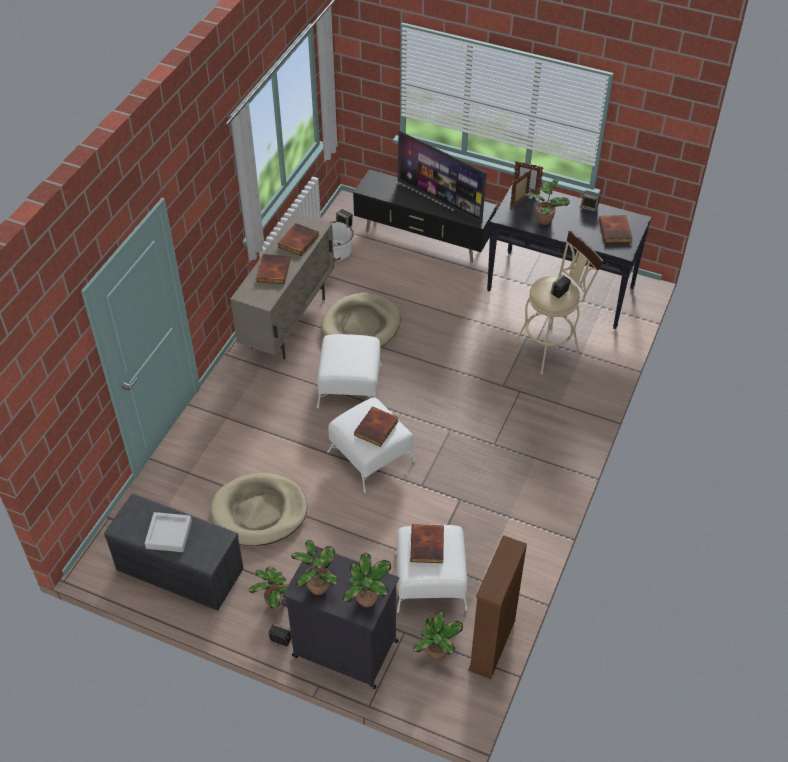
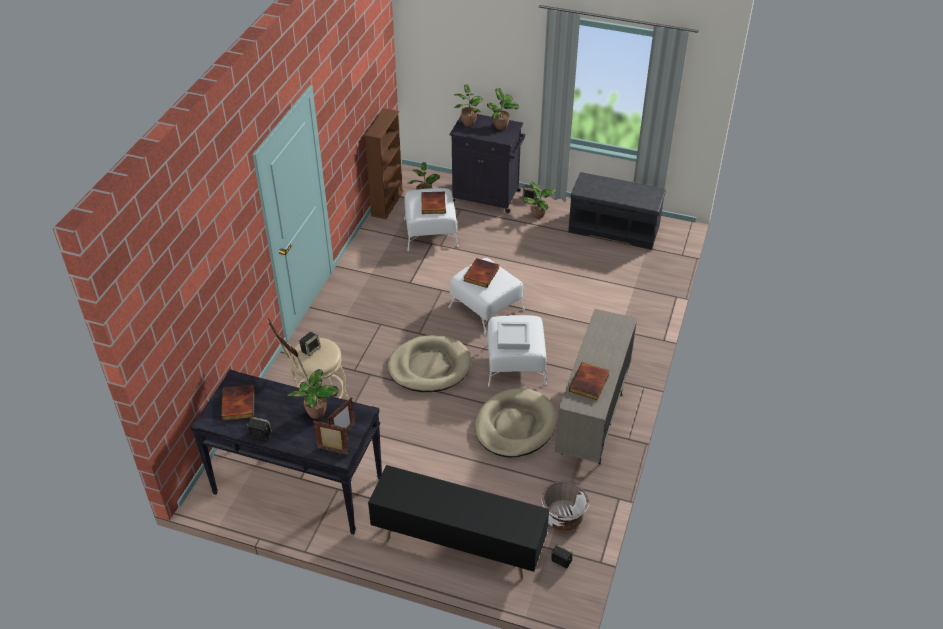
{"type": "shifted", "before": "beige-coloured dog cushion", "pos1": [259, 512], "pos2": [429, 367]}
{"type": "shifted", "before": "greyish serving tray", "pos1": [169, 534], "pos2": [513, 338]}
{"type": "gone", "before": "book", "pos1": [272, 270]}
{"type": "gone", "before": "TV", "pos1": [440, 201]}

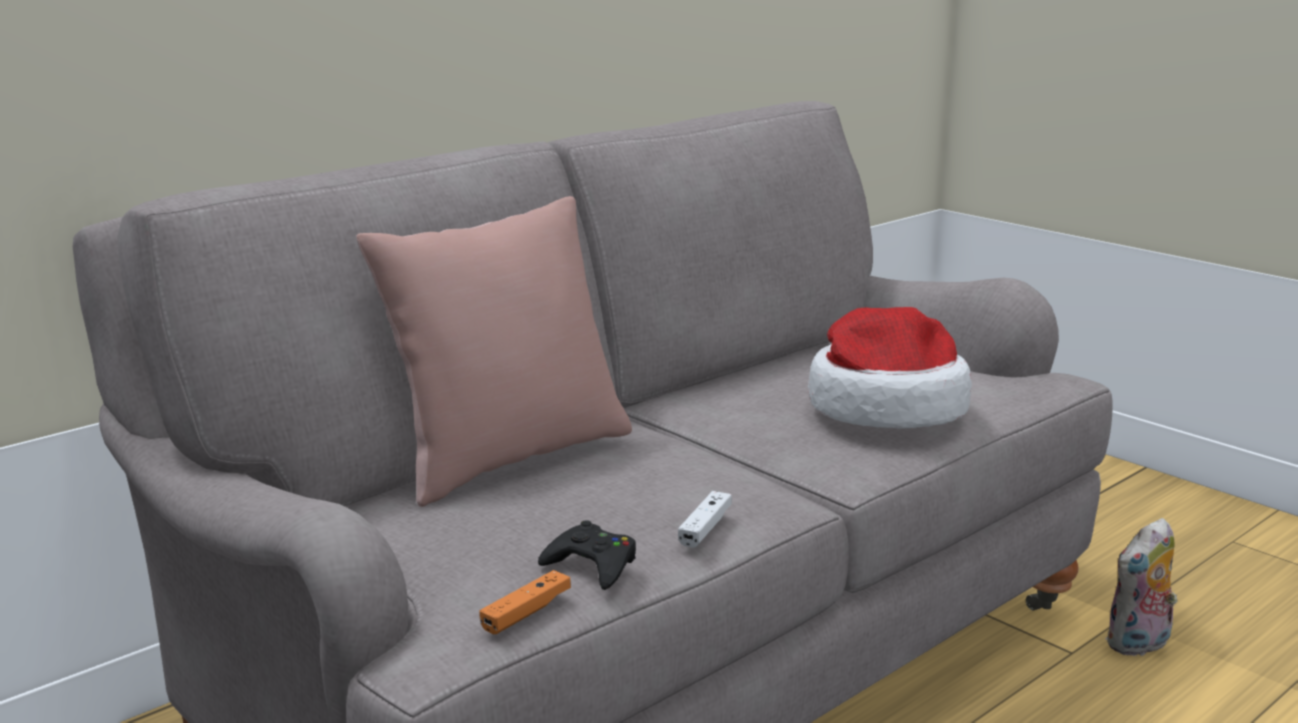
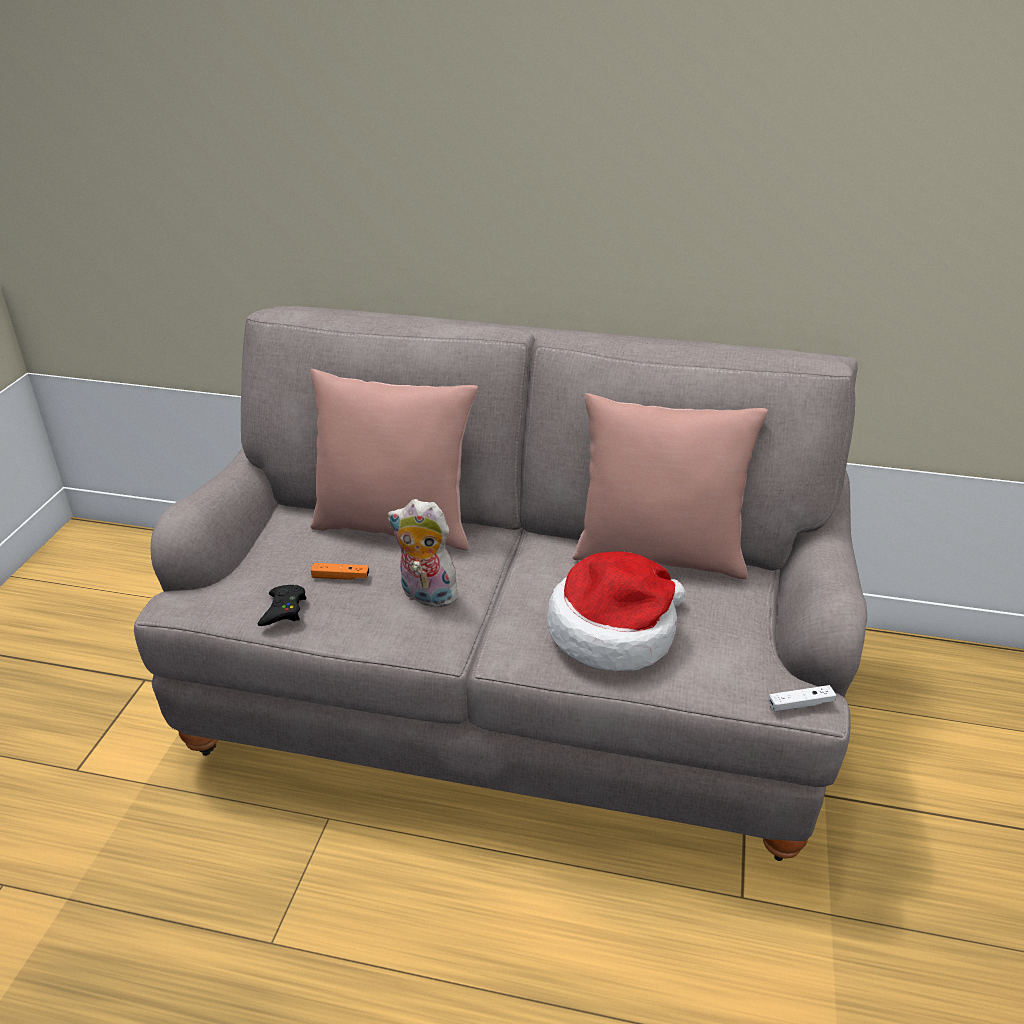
{"type": "shifted", "before": "orangey joypad", "pos1": [526, 612], "pos2": [340, 577]}
{"type": "shifted", "before": "cuddly toy", "pos1": [1139, 645], "pos2": [425, 596]}
{"type": "new", "after": "pinkish pillow", "pos2": [659, 555]}
{"type": "shifted", "before": "white-coloured joypad", "pos1": [705, 528], "pos2": [800, 704]}

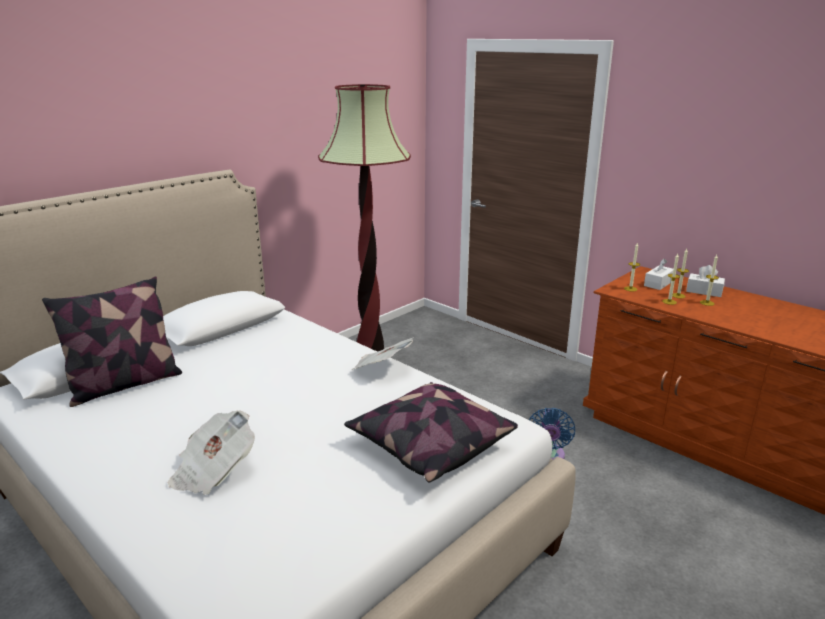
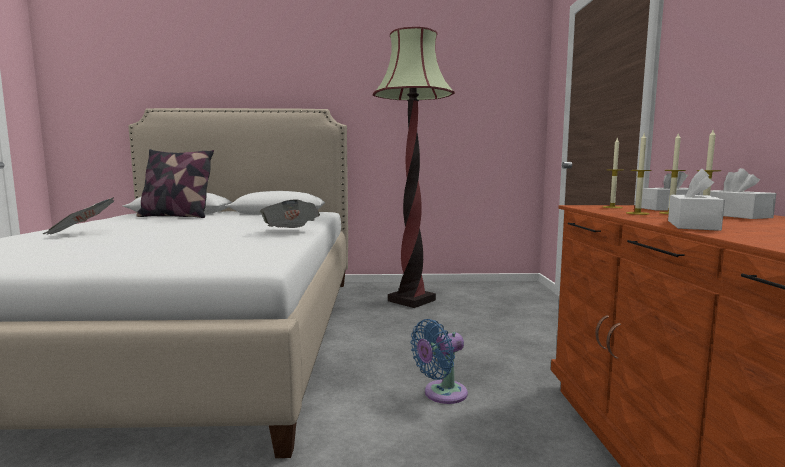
{"type": "new", "after": "white-coloured tissue holder", "pos2": [692, 225]}
{"type": "gone", "before": "pillow", "pos1": [429, 446]}

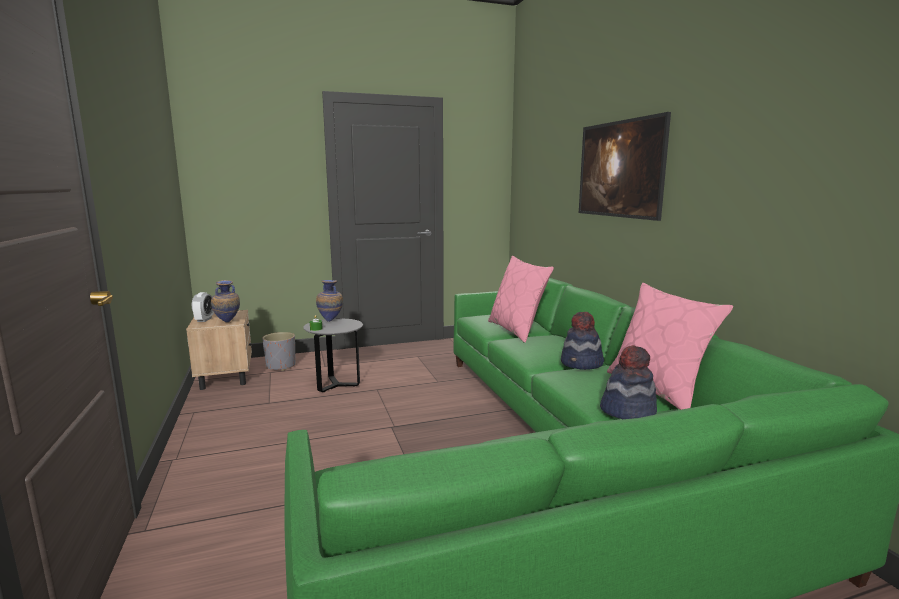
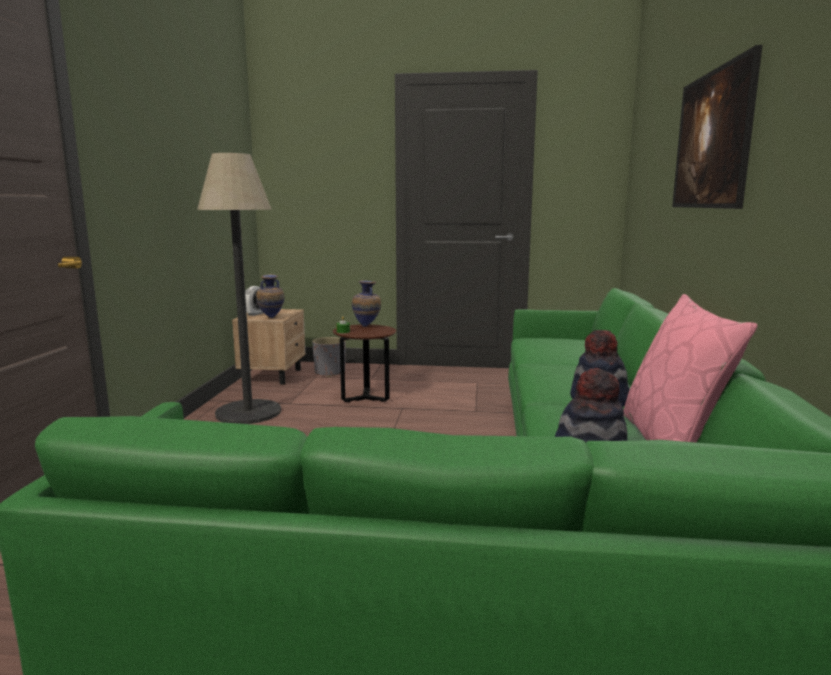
{"type": "new", "after": "standing lamp", "pos2": [248, 412]}
{"type": "repainted", "before": "greyish side table", "after": "brown side table", "pos1": [336, 385], "pos2": [366, 398]}
{"type": "gone", "before": "pinkish pillow", "pos1": [517, 330]}

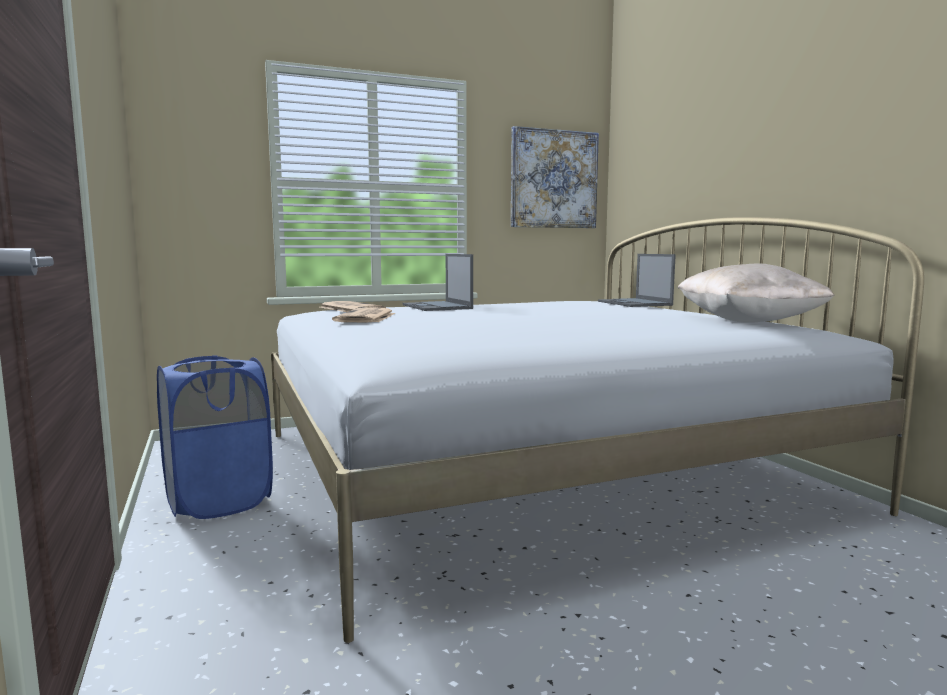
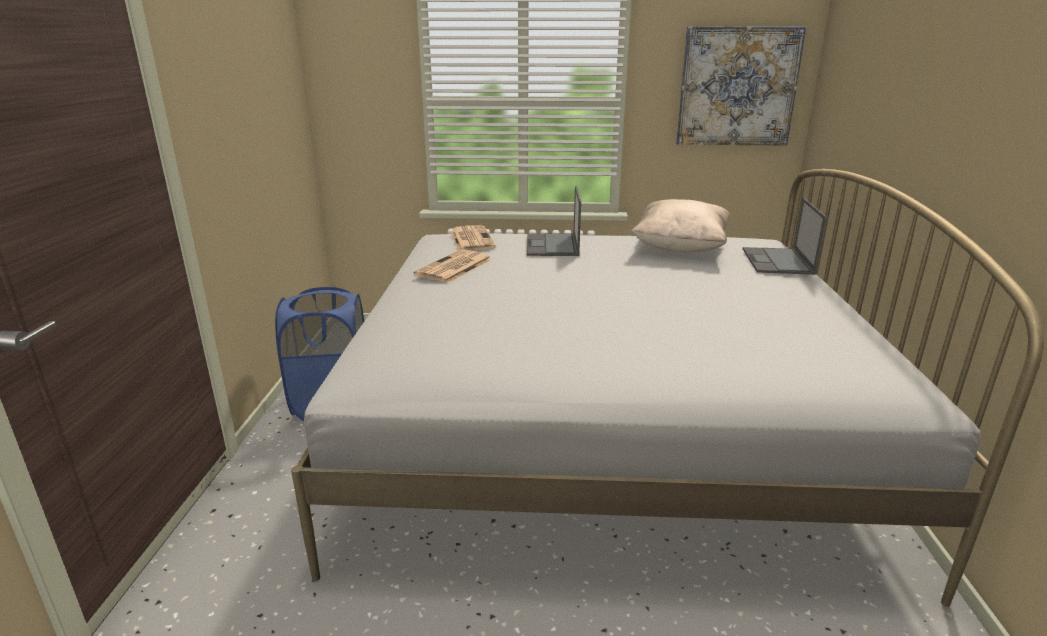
{"type": "shifted", "before": "beige-coloured pillow", "pos1": [748, 321], "pos2": [680, 248]}

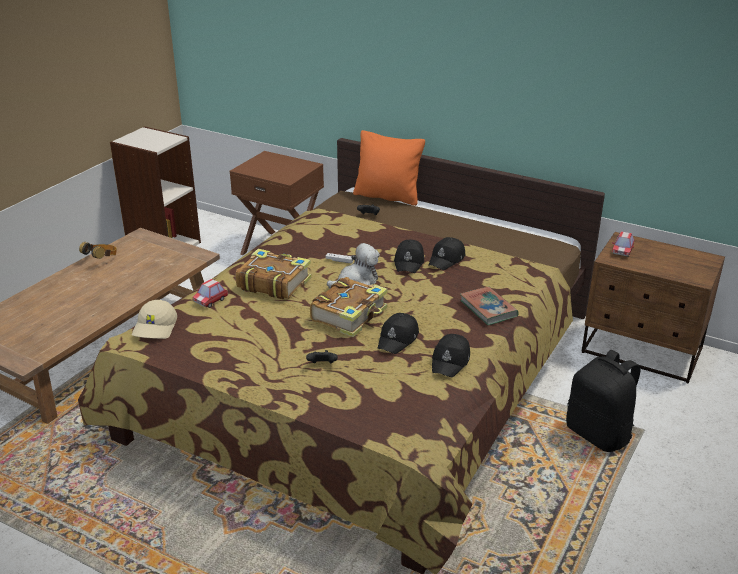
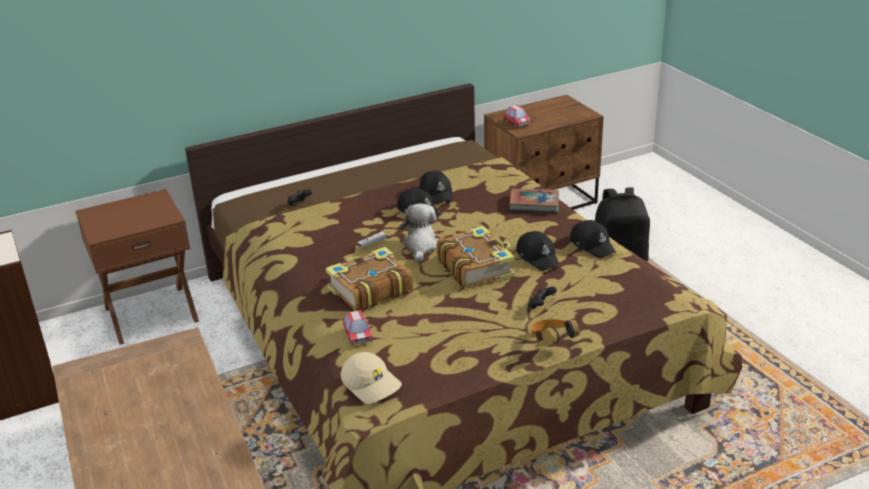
{"type": "shifted", "before": "pair of headphones", "pos1": [101, 259], "pos2": [552, 342]}
{"type": "gone", "before": "orangey pillow", "pos1": [388, 196]}

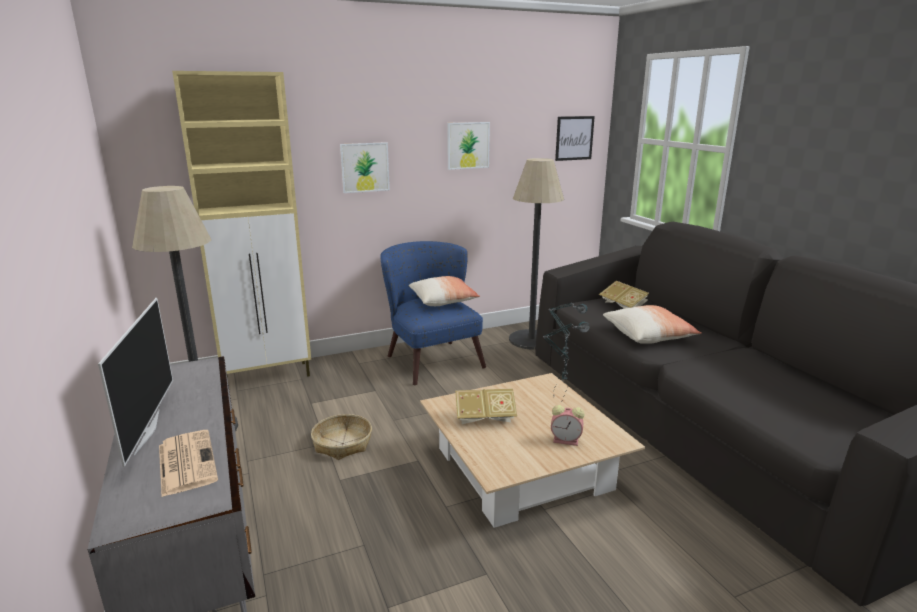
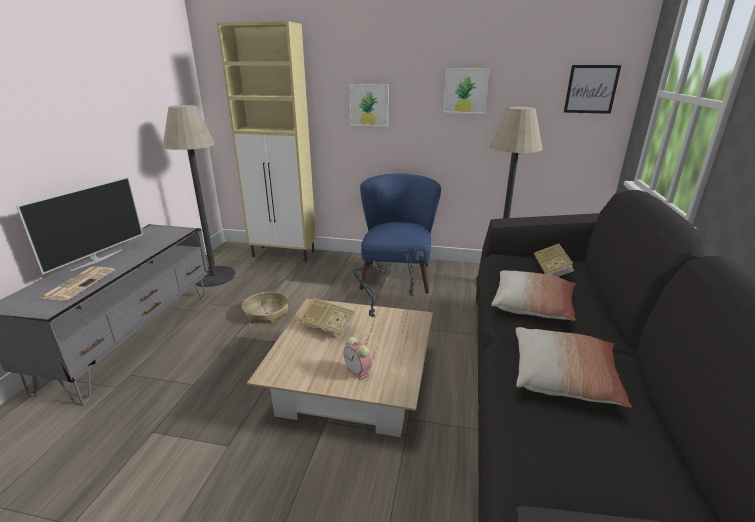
{"type": "shifted", "before": "pillow", "pos1": [443, 301], "pos2": [563, 378]}

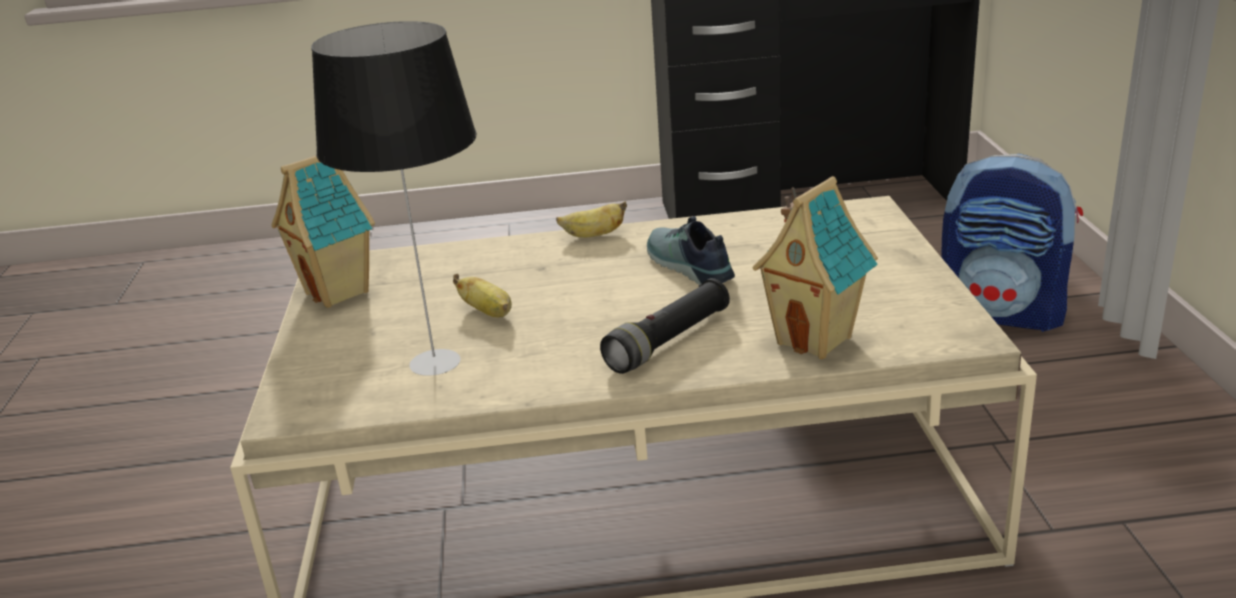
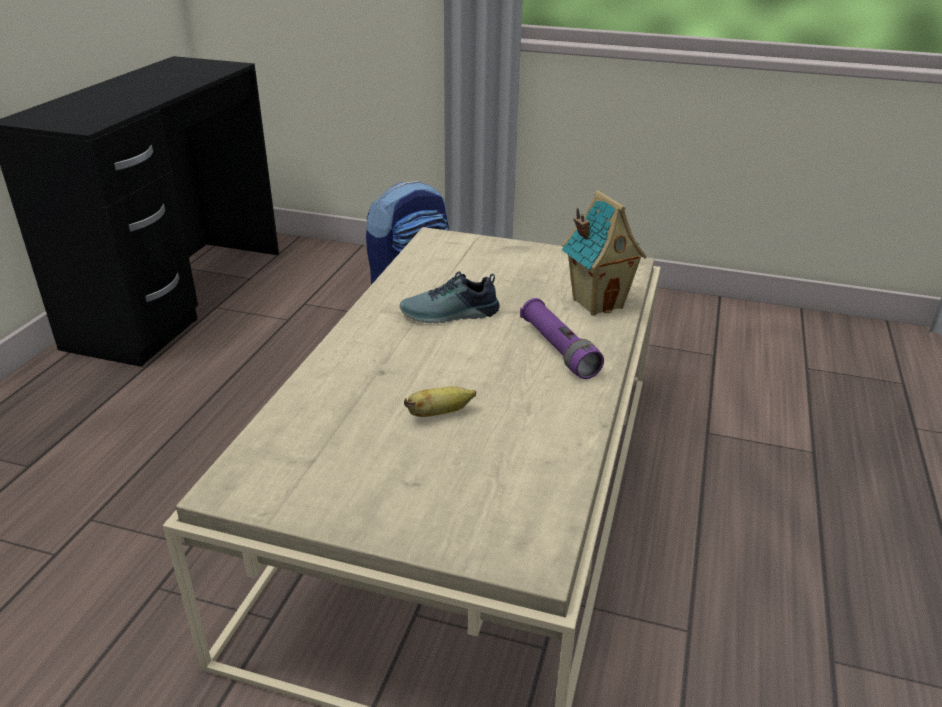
{"type": "repainted", "before": "blackish torch", "after": "purplish torch", "pos1": [668, 342], "pos2": [558, 349]}
{"type": "gone", "before": "miniature house", "pos1": [339, 292]}
{"type": "gone", "before": "table lamp", "pos1": [434, 361]}
{"type": "gone", "before": "whole banana", "pos1": [593, 235]}

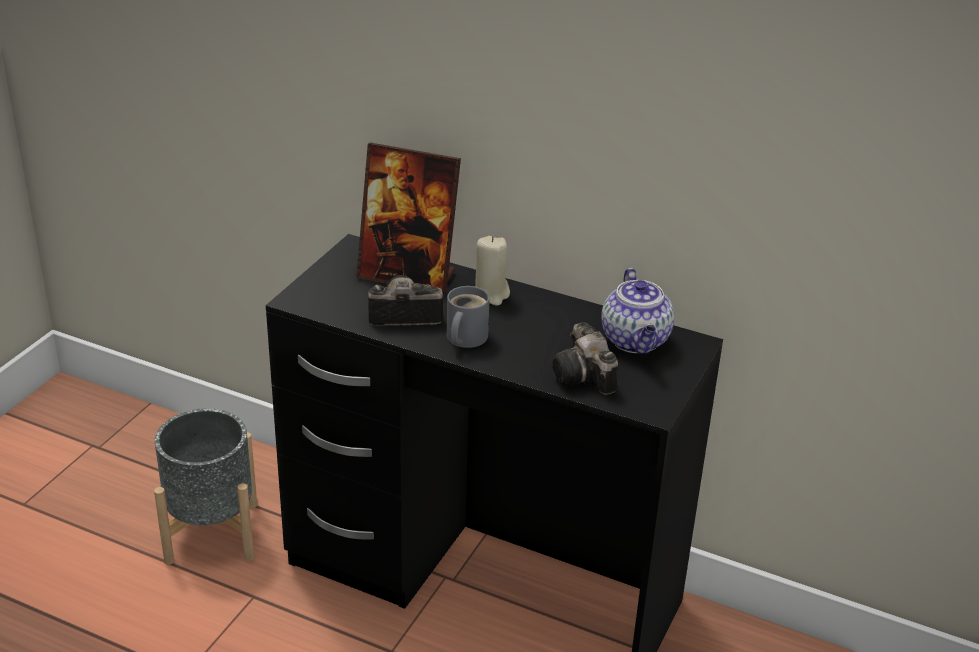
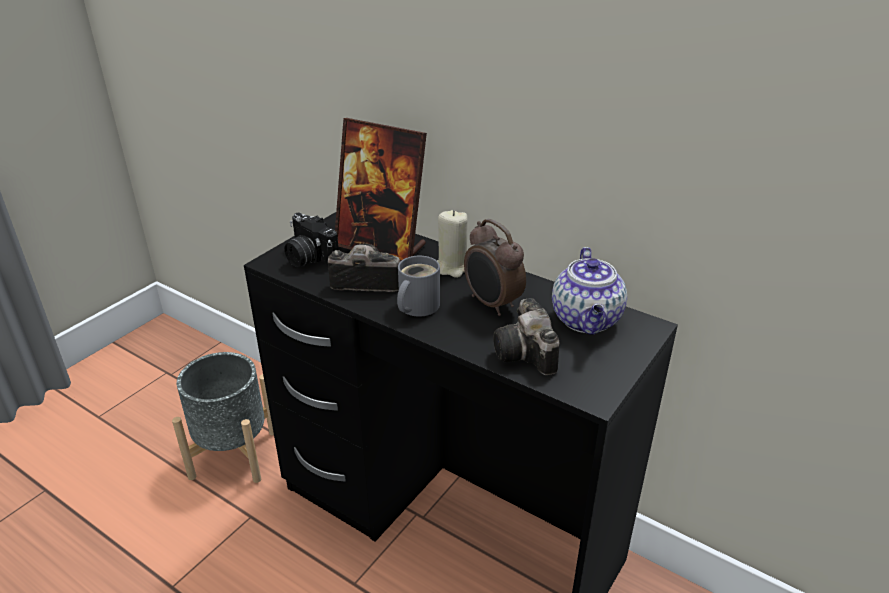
{"type": "new", "after": "photo camera", "pos2": [308, 258]}
{"type": "new", "after": "table clock", "pos2": [492, 304]}

